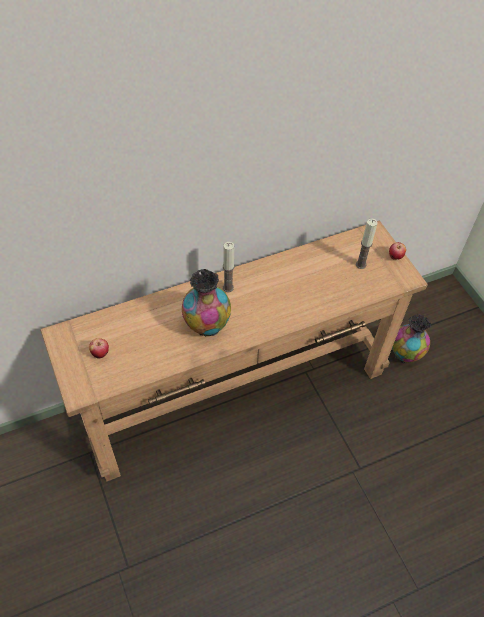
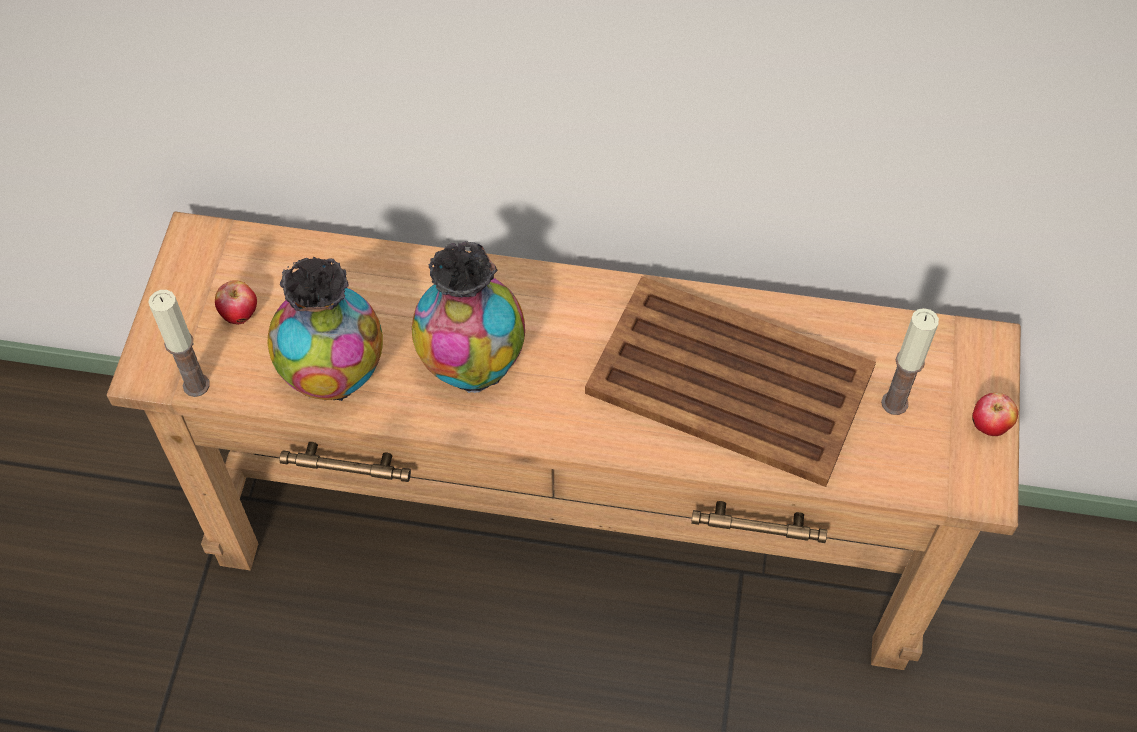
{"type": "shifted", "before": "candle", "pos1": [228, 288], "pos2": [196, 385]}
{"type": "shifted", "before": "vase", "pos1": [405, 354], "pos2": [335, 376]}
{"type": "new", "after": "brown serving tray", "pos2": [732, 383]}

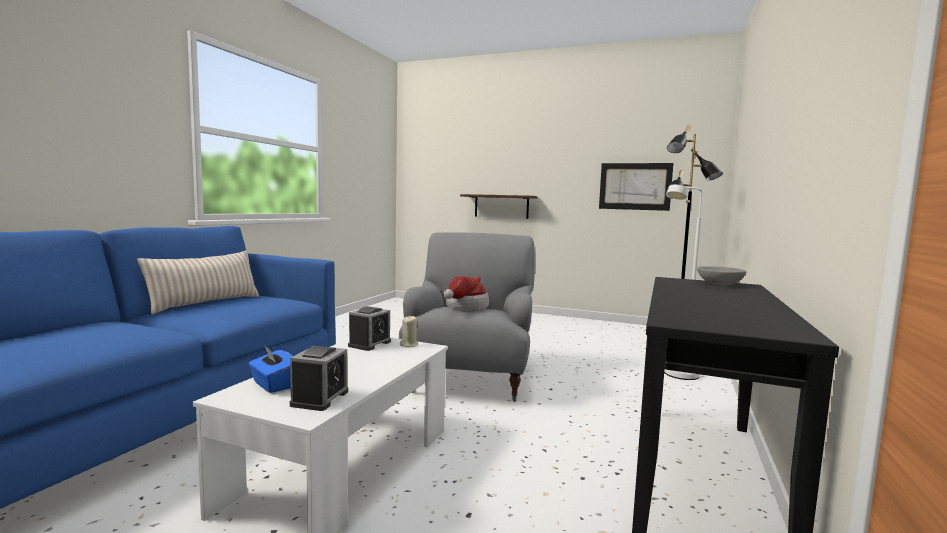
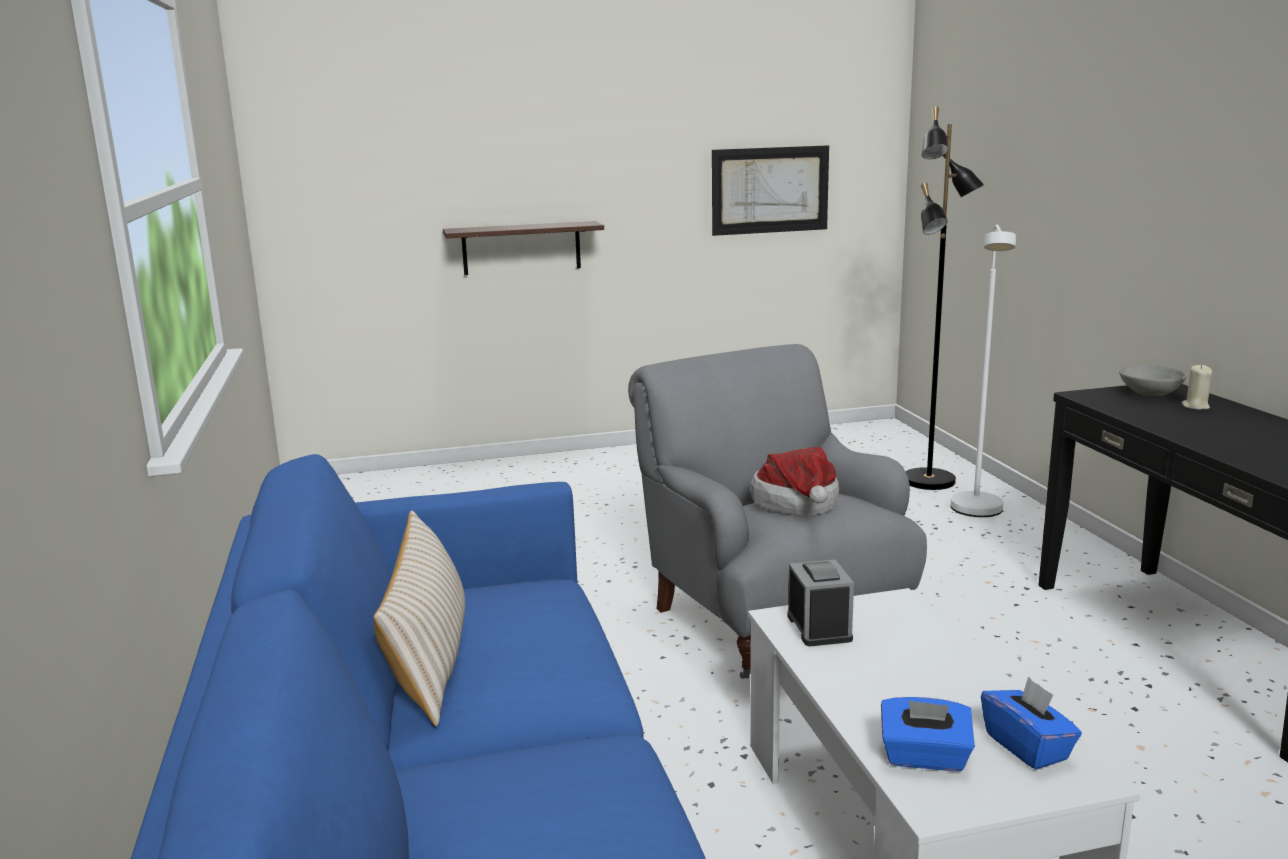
{"type": "swapped", "before": "table clock", "after": "blue-coloured tissue holder", "pos1": [320, 398], "pos2": [1027, 747]}
{"type": "shifted", "before": "beige-coloured candle", "pos1": [409, 345], "pos2": [1195, 406]}

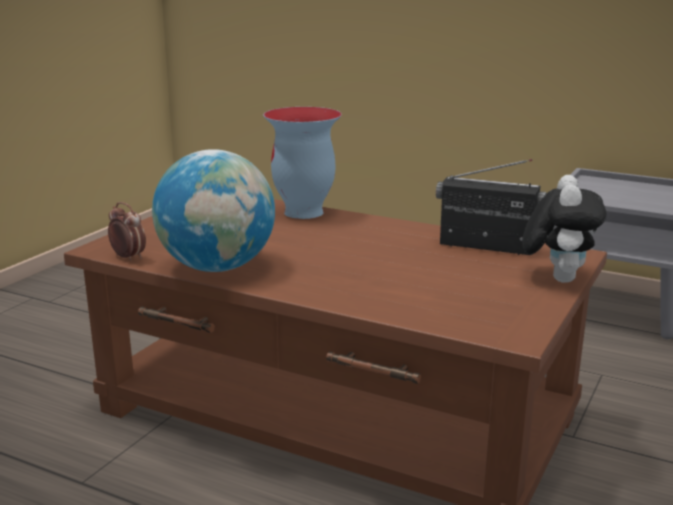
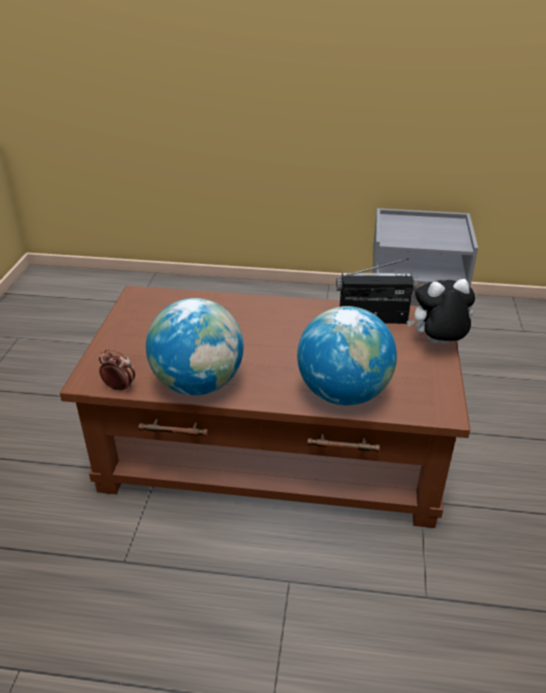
{"type": "new", "after": "desk globe", "pos2": [343, 394]}
{"type": "rotated", "before": "cuddly toy", "pos1": [558, 278], "pos2": [437, 344], "turn": -90}
{"type": "gone", "before": "vase", "pos1": [304, 213]}

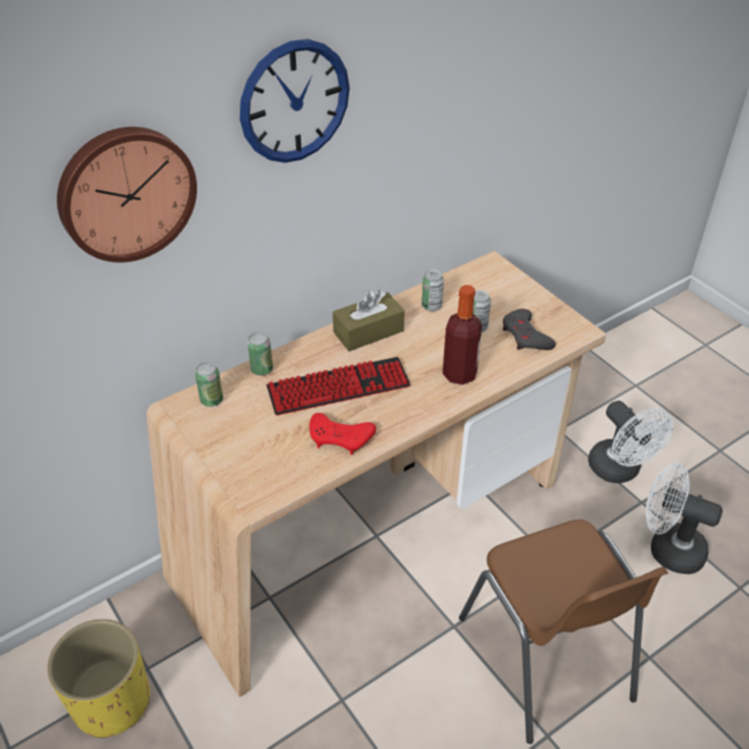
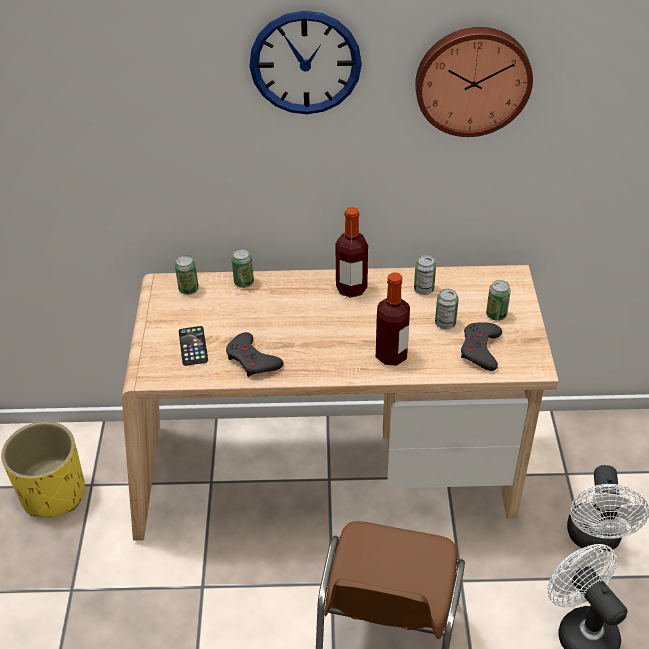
{"type": "new", "after": "handset", "pos2": [193, 346]}
{"type": "repainted", "before": "red-coloured joypad", "after": "greyish joypad", "pos1": [340, 437], "pos2": [252, 360]}
{"type": "swapped", "before": "brown tissue holder", "after": "bottle", "pos1": [368, 332], "pos2": [351, 288]}
{"type": "shifted", "before": "hanging clock", "pos1": [125, 192], "pos2": [472, 80]}
{"type": "new", "after": "sealed can", "pos2": [496, 315]}
{"type": "gone", "before": "PC keyboard", "pos1": [338, 387]}

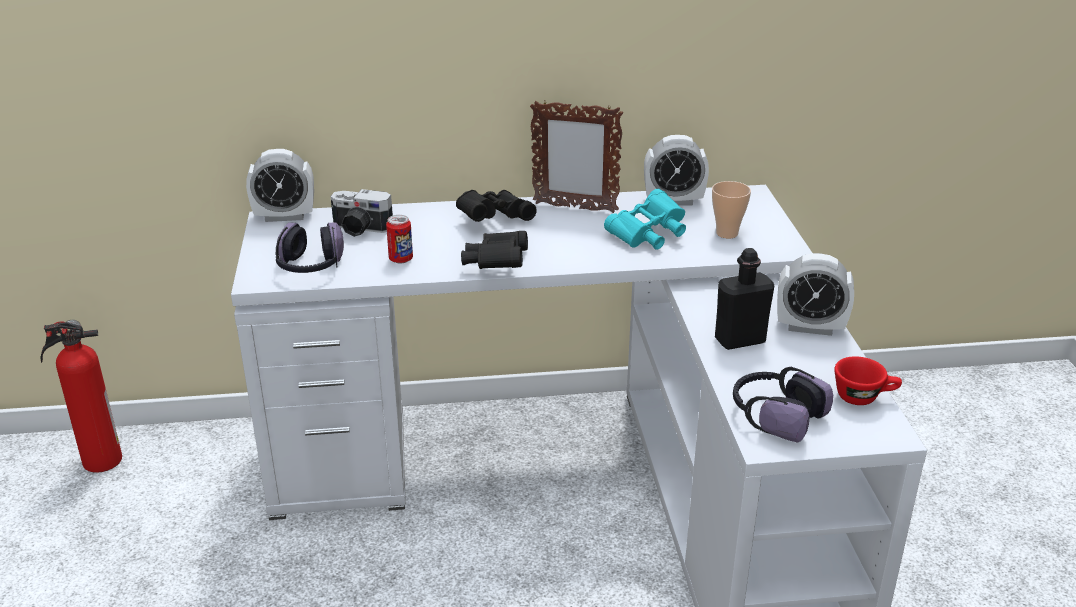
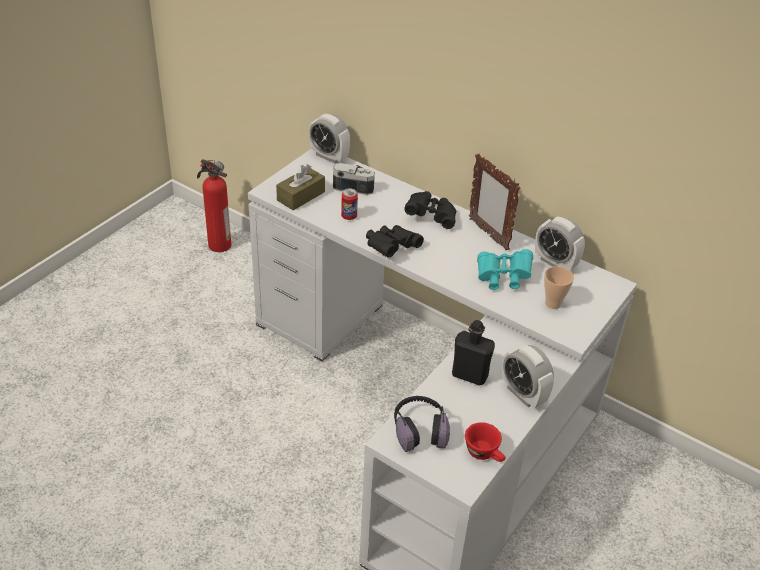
{"type": "swapped", "before": "pair of headphones", "after": "brown tissue holder", "pos1": [310, 267], "pos2": [301, 196]}
{"type": "rotated", "before": "photo camera", "pos1": [360, 229], "pos2": [354, 185], "turn": 135}

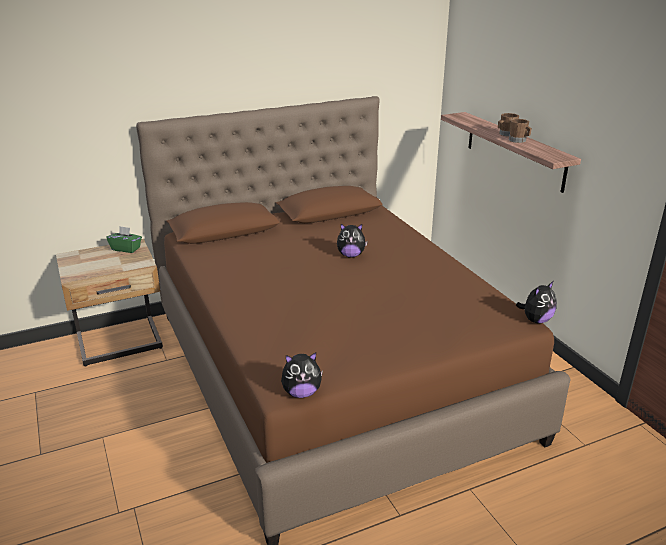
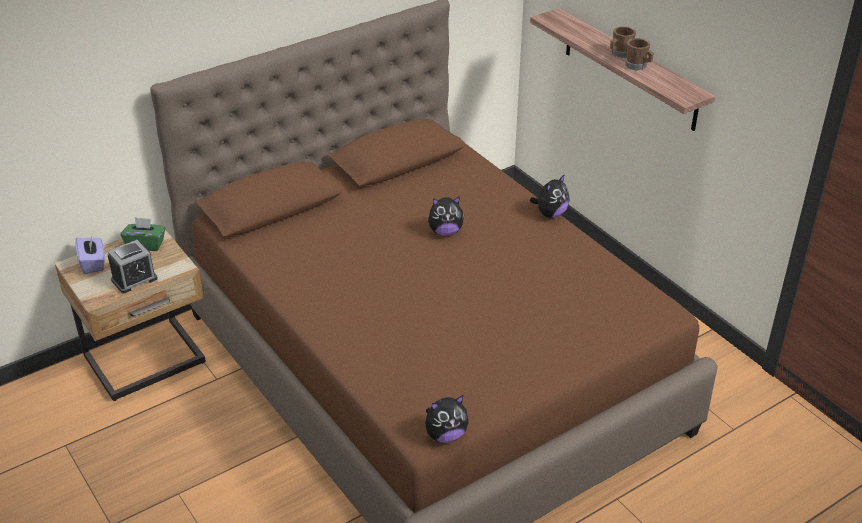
{"type": "new", "after": "purplish tissue holder", "pos2": [93, 263]}
{"type": "new", "after": "table clock", "pos2": [134, 279]}
{"type": "shifted", "before": "cuddly toy", "pos1": [536, 320], "pos2": [550, 214]}

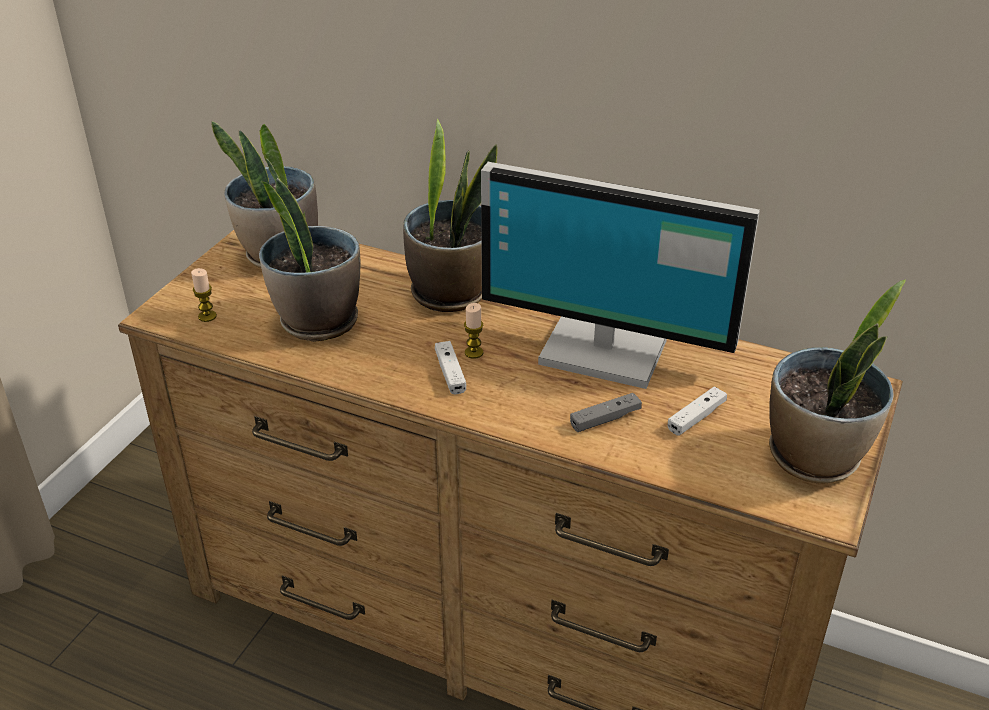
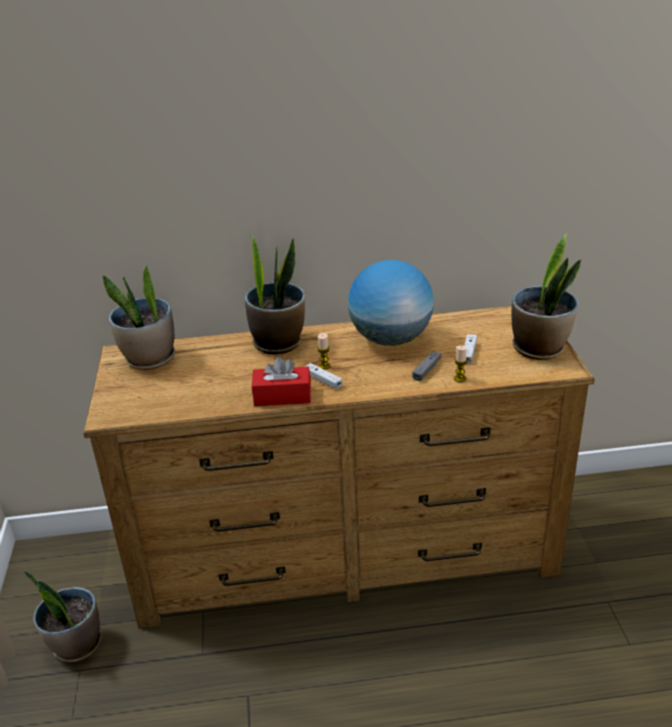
{"type": "shifted", "before": "houseplant", "pos1": [317, 321], "pos2": [76, 645]}
{"type": "new", "after": "red-coloured tissue holder", "pos2": [282, 396]}
{"type": "swapped", "before": "monitor", "after": "desk globe", "pos1": [604, 349], "pos2": [391, 339]}
{"type": "shifted", "before": "candle", "pos1": [207, 316], "pos2": [460, 378]}

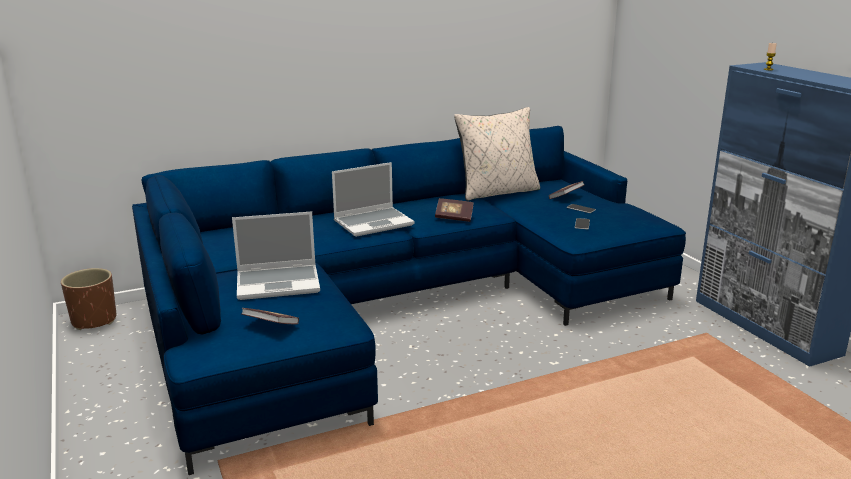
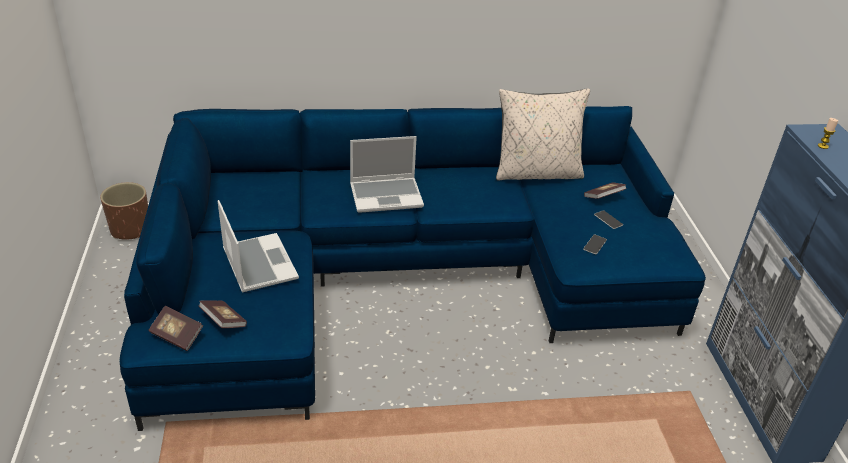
{"type": "shifted", "before": "book", "pos1": [454, 217], "pos2": [177, 336]}
{"type": "rotated", "before": "notebook computer", "pos1": [279, 283], "pos2": [258, 264], "turn": -120}

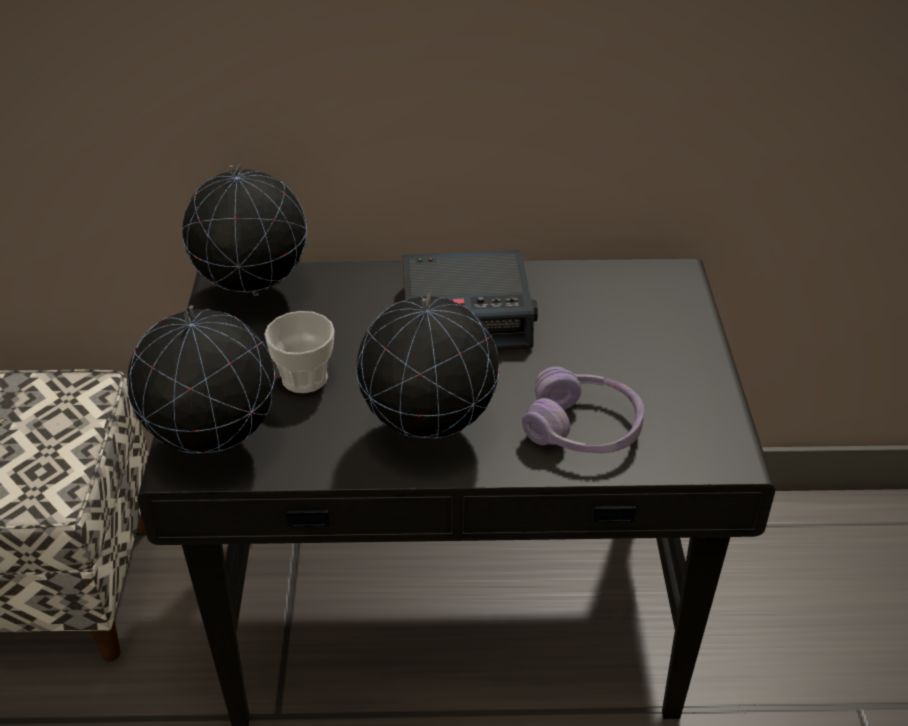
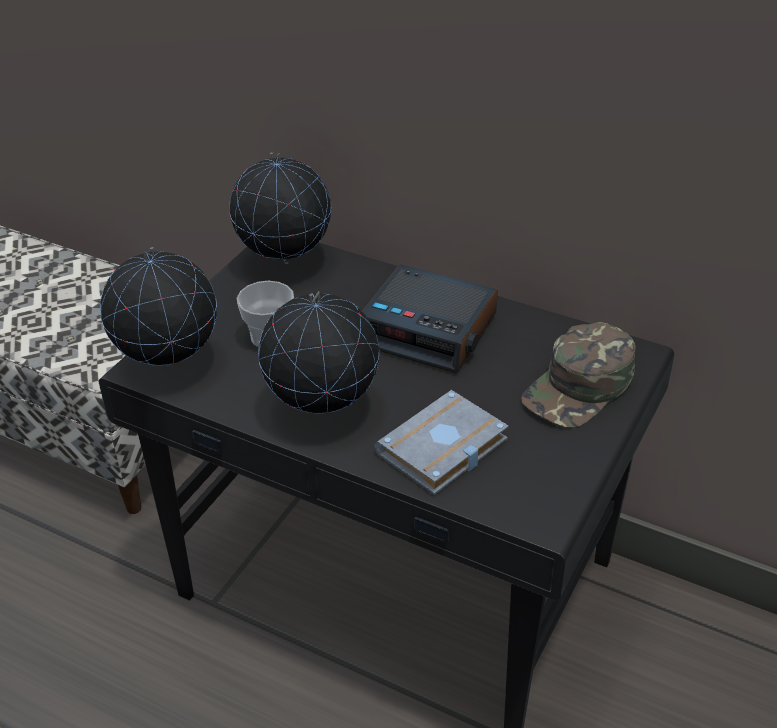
{"type": "swapped", "before": "purplish pair of headphones", "after": "greyish book", "pos1": [583, 429], "pos2": [443, 451]}
{"type": "new", "after": "greenish baseball cap", "pos2": [580, 387]}

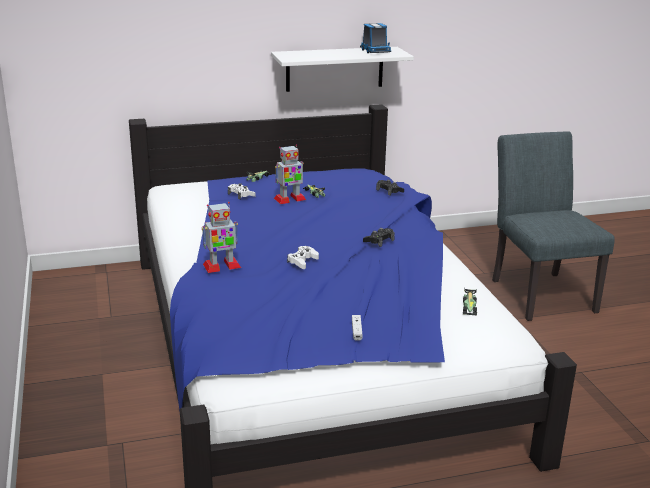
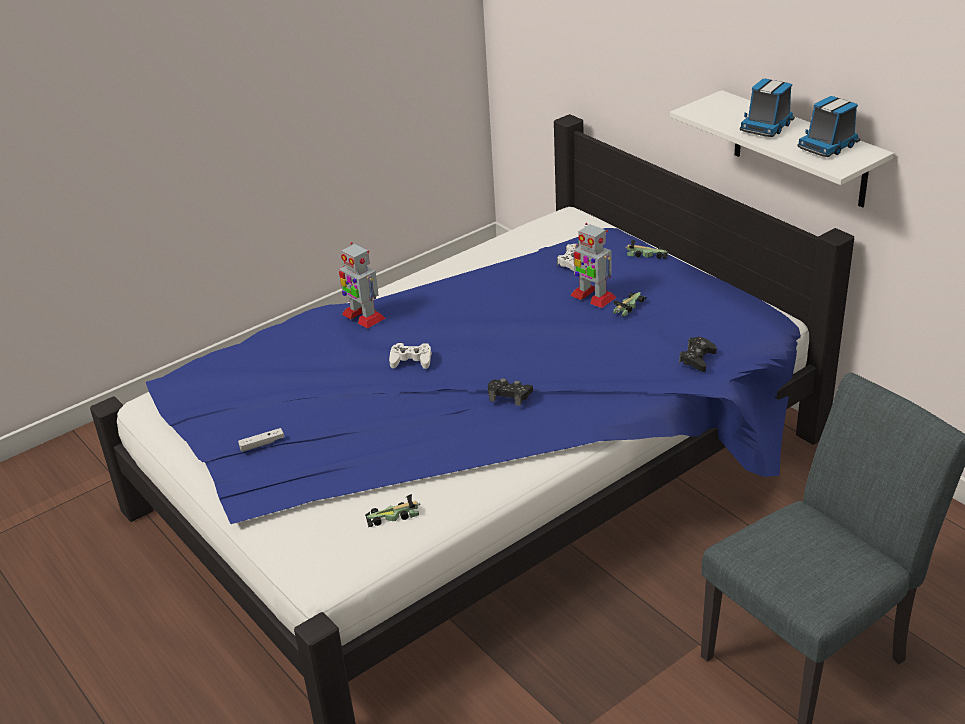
{"type": "new", "after": "toy truck", "pos2": [767, 127]}

